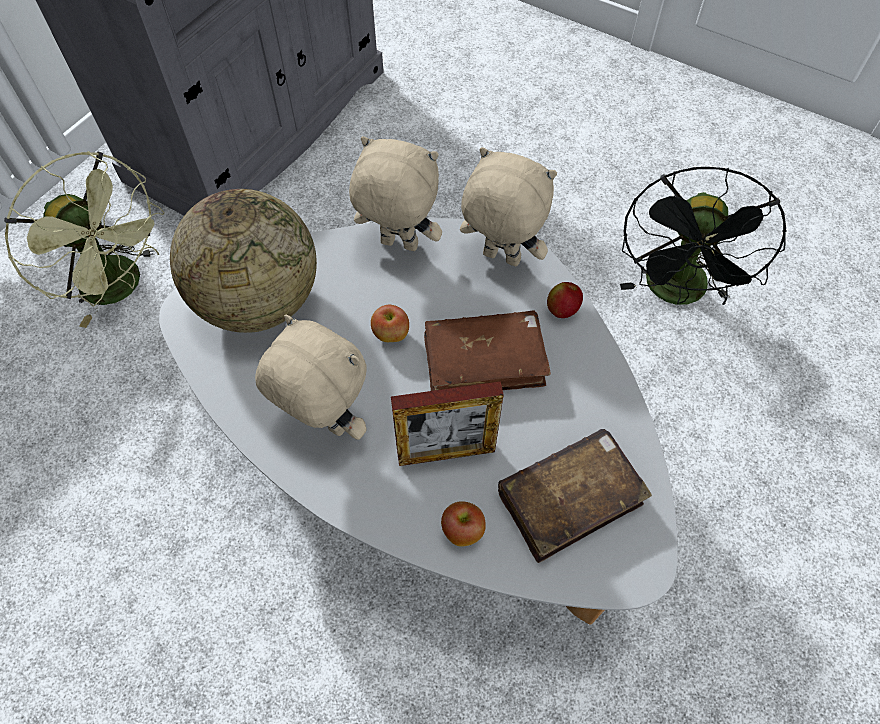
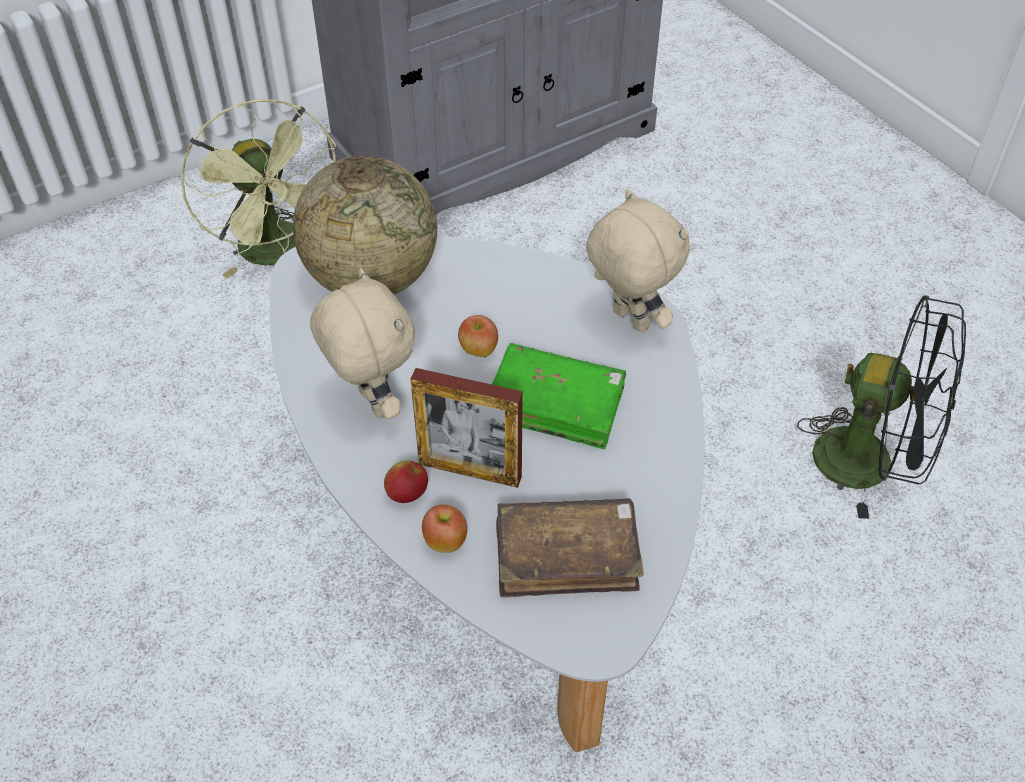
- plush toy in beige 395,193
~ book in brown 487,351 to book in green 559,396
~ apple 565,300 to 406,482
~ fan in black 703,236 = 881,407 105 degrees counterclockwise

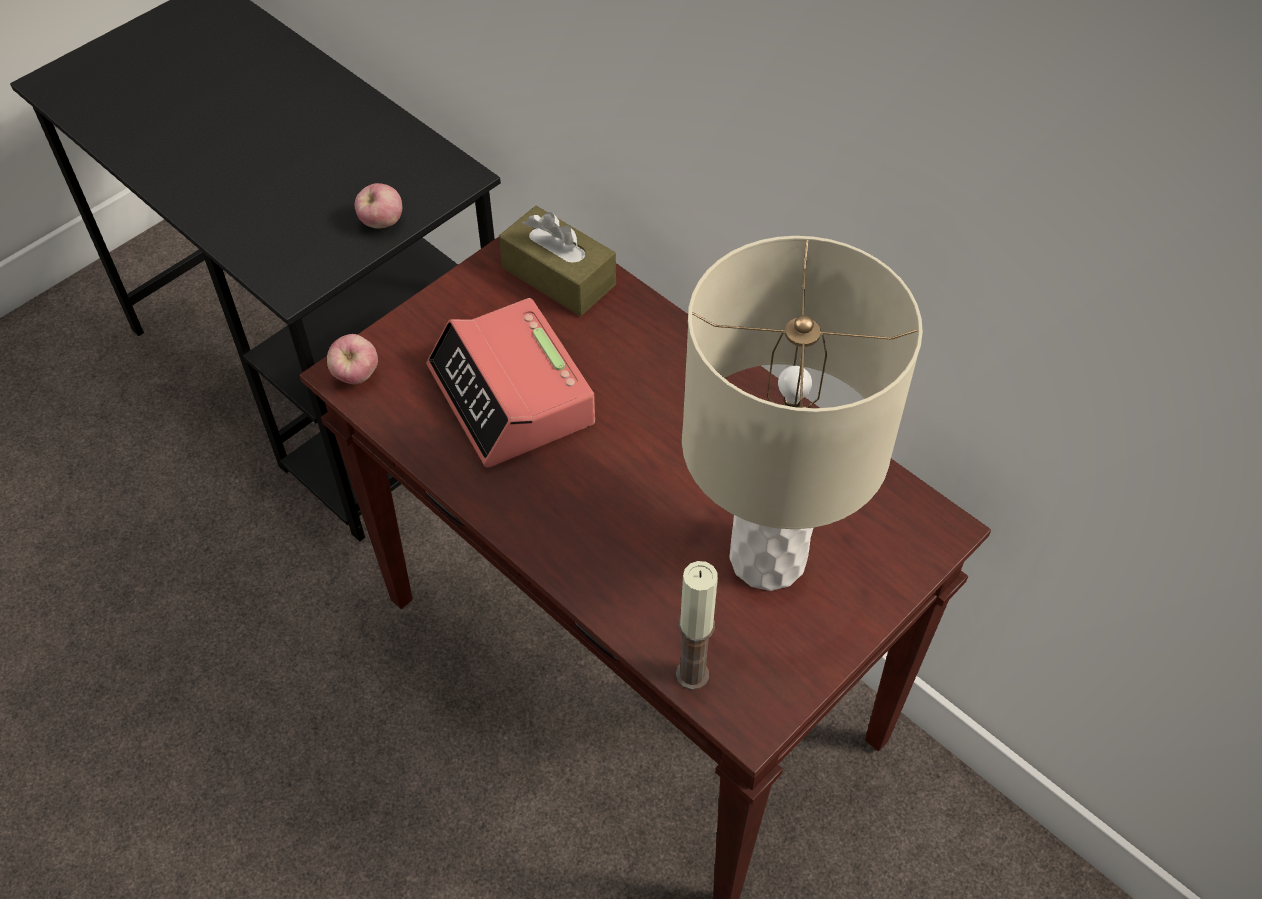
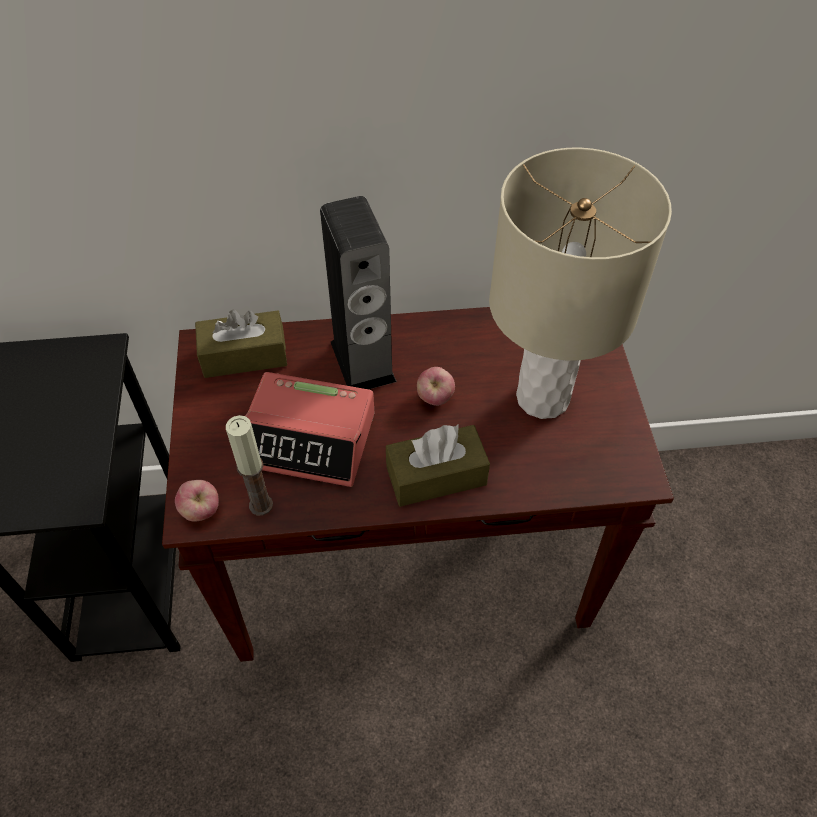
~ apple 378,206 to 436,386
~ candle 697,625 to 249,465
+ speaker 358,292
+ tissue box in brown 438,465

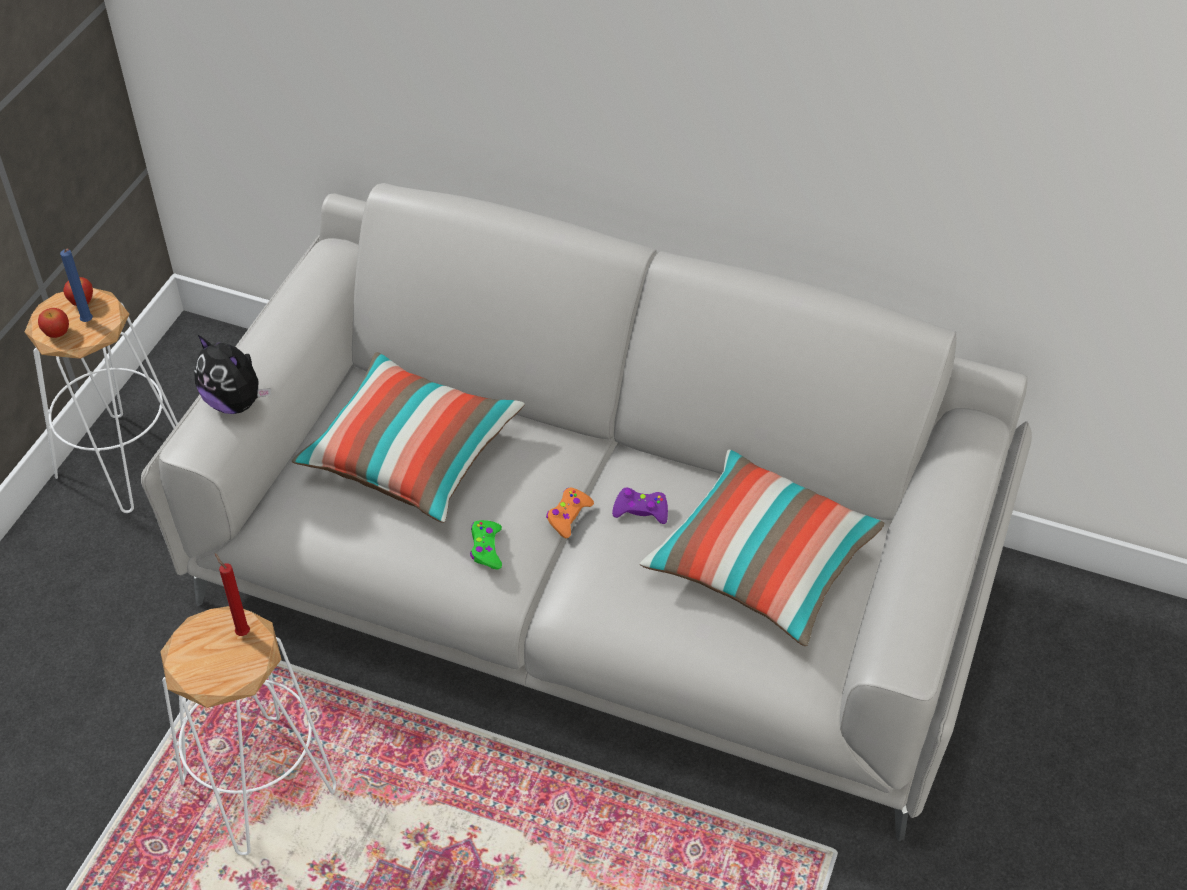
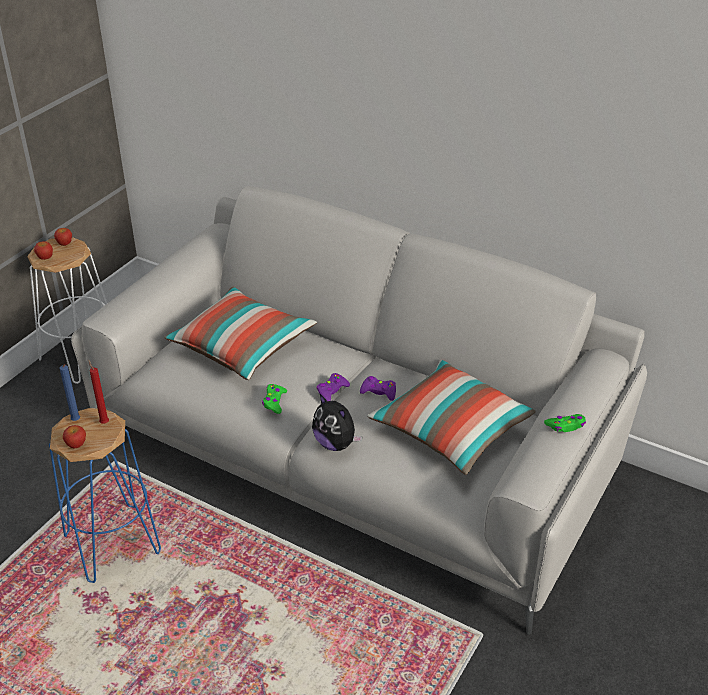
~ candle in blue 76,285 to 69,392
~ stool in white 248,730 to stool in blue 105,495
~ plush toy 232,374 to 337,422
~ game controller in orange 570,513 to game controller in purple 333,387
+ apple 74,436
+ game controller in green 565,423

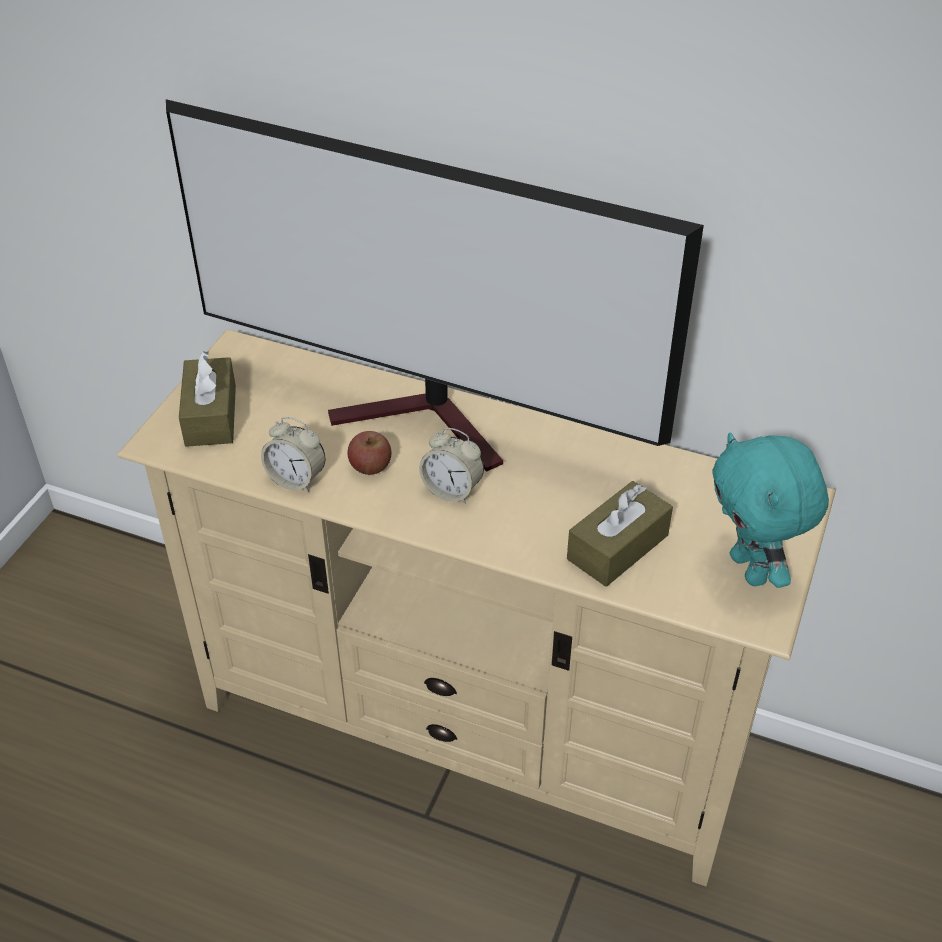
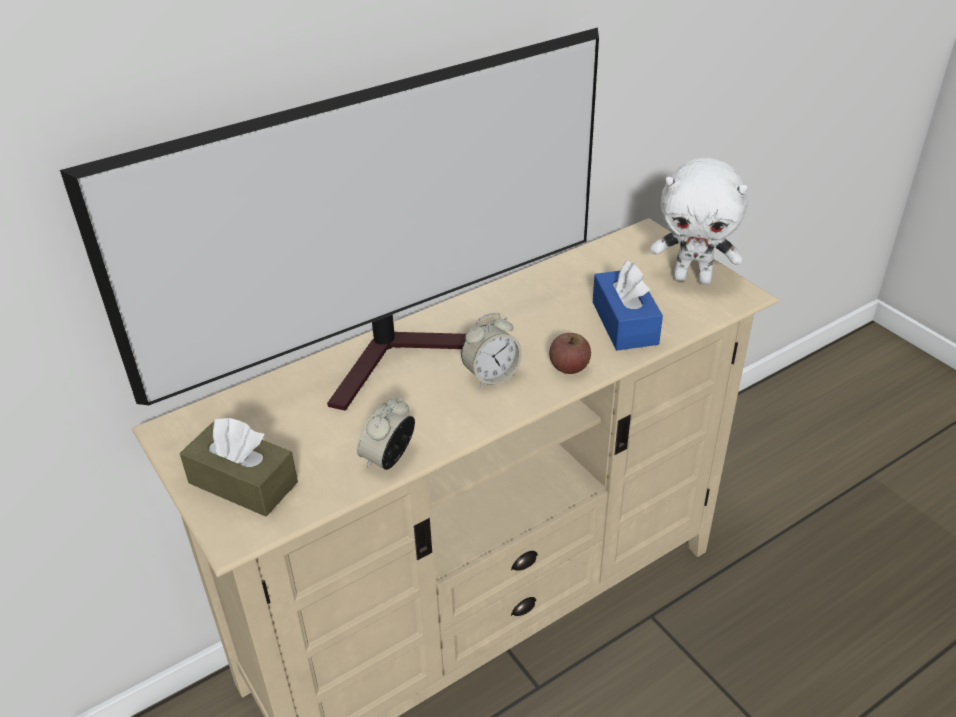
~ alarm clock 293,454 = 386,433 150 degrees clockwise
~ apple 369,453 to 570,353
~ tissue box in brown 620,534 to tissue box in blue 628,305
~ plush toy in turquoise 770,510 to plush toy in white 699,221

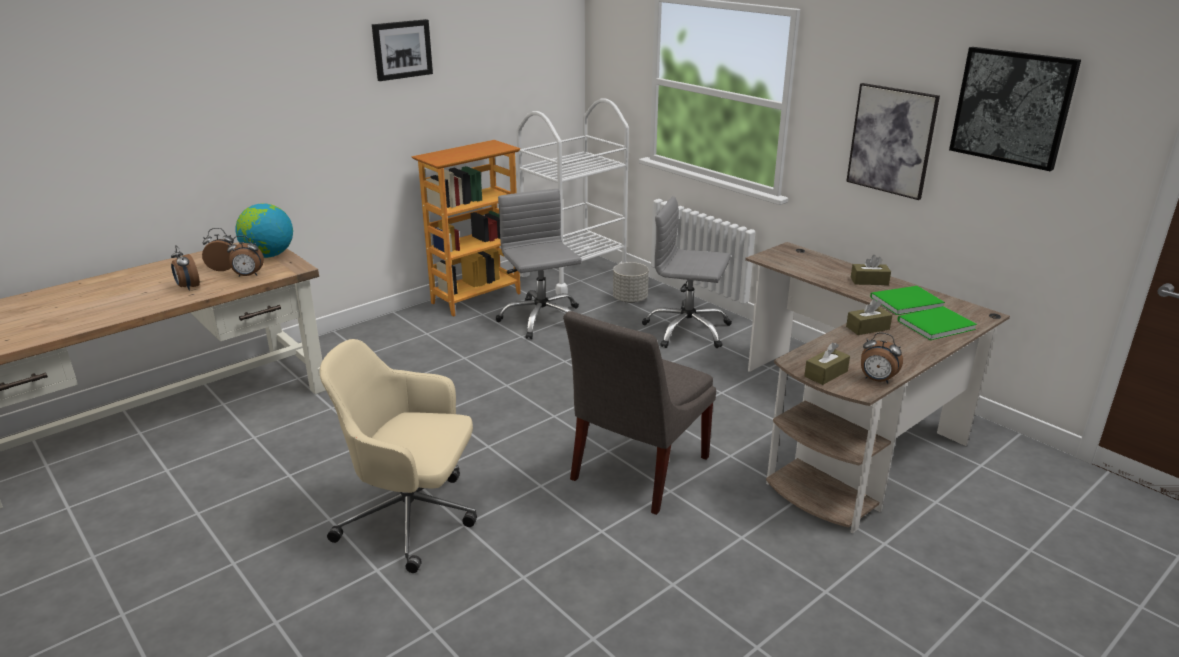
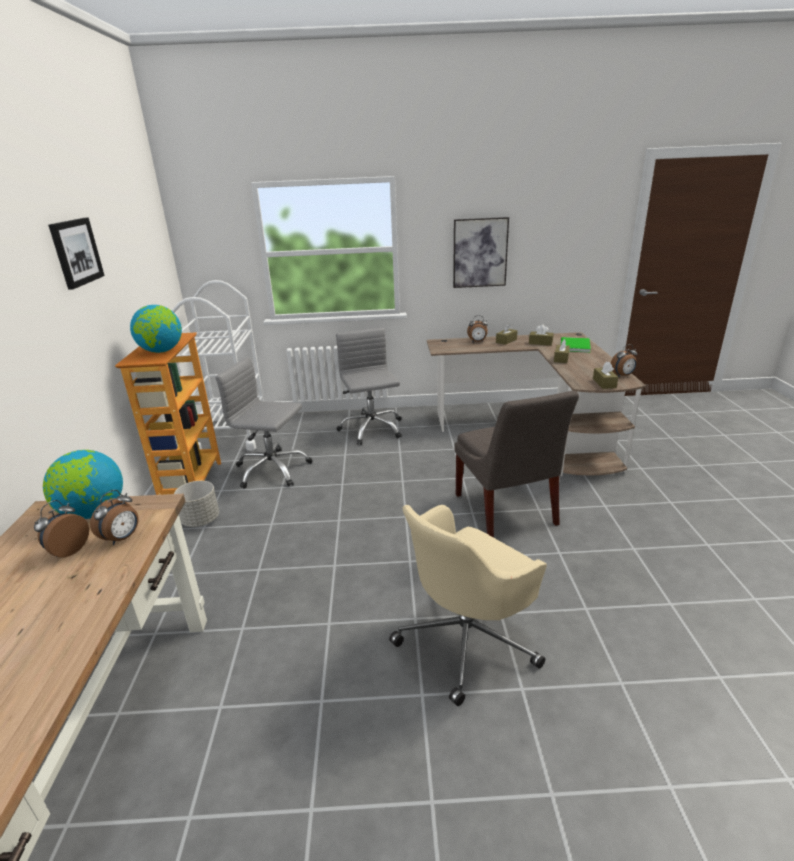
~ alarm clock 185,268 to 477,328
~ planter in grey 631,282 to 196,504
~ office chair in grey 687,272 = 369,386 105 degrees clockwise
~ book in green 907,300 to tissue box in brown 541,335
- picture 1015,109
+ globe 156,329

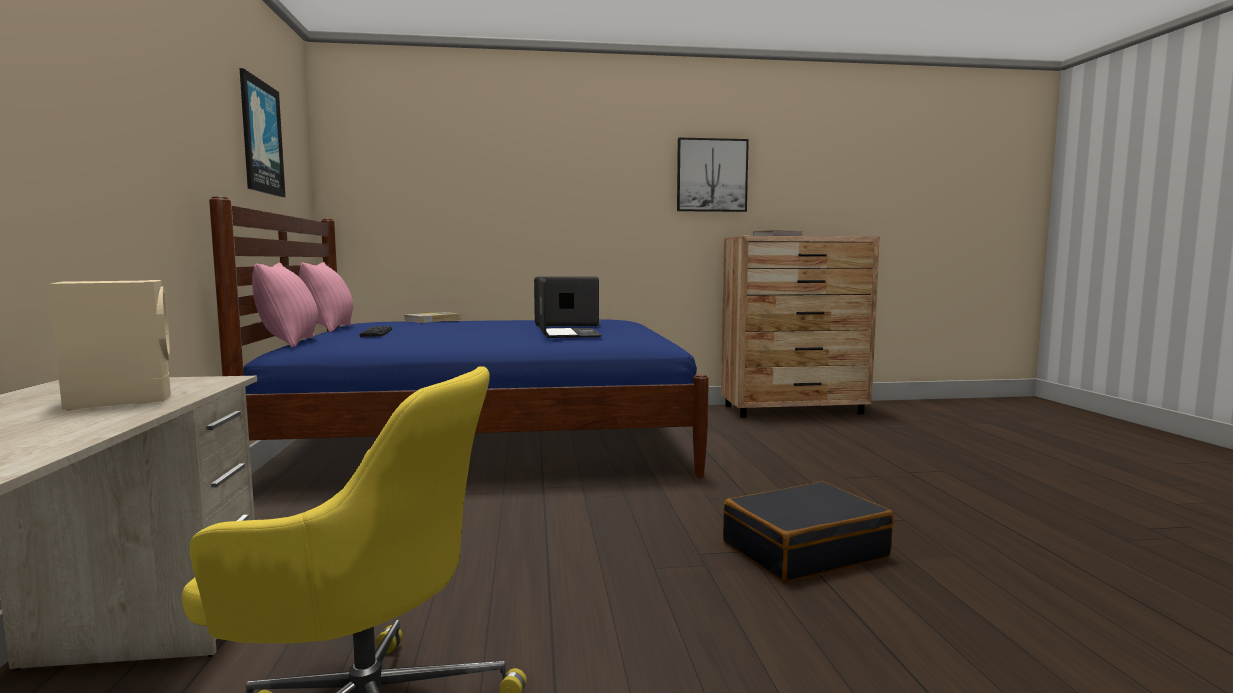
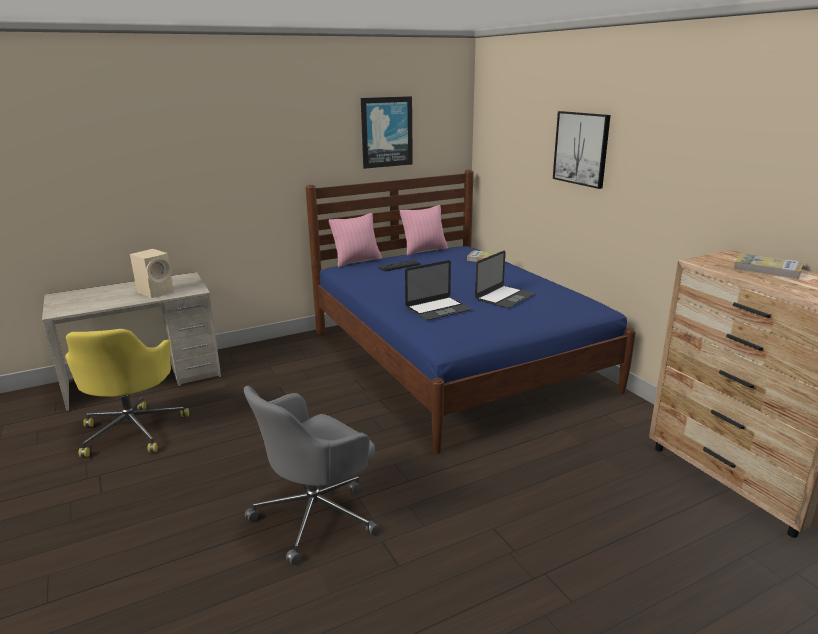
~ laptop 567,301 = 505,279 60 degrees clockwise
~ picture 713,175 to 582,150
~ suitcase in black 808,532 to office chair in grey 311,475

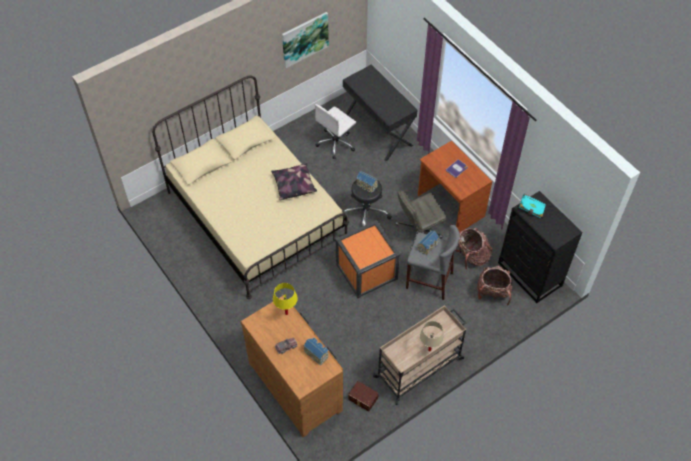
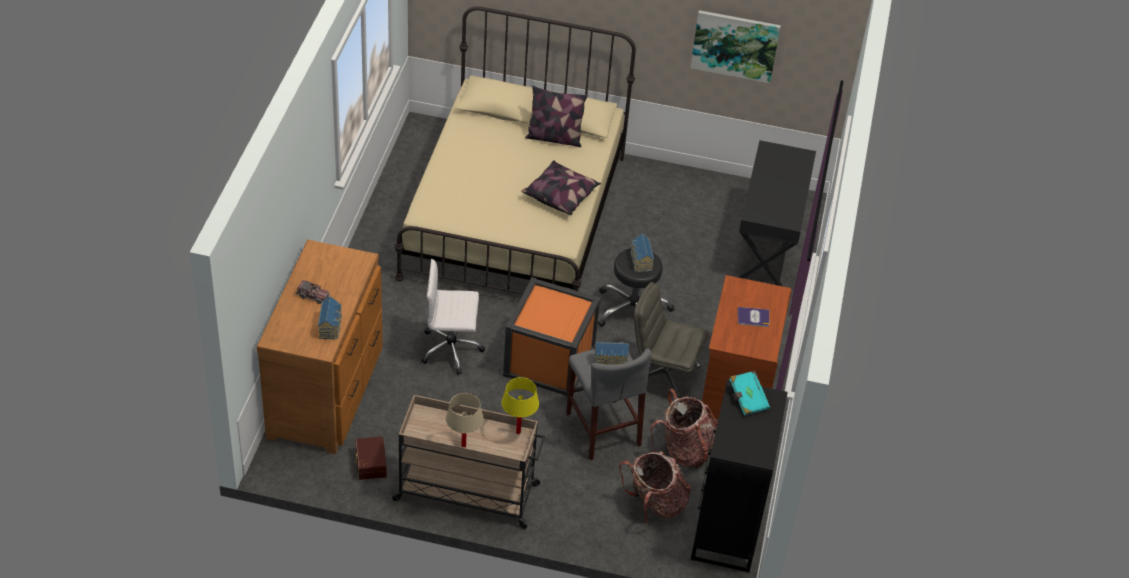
~ table lamp in yellow 285,299 to 520,405
~ office chair in white 335,131 to 453,317
+ pillow 556,116

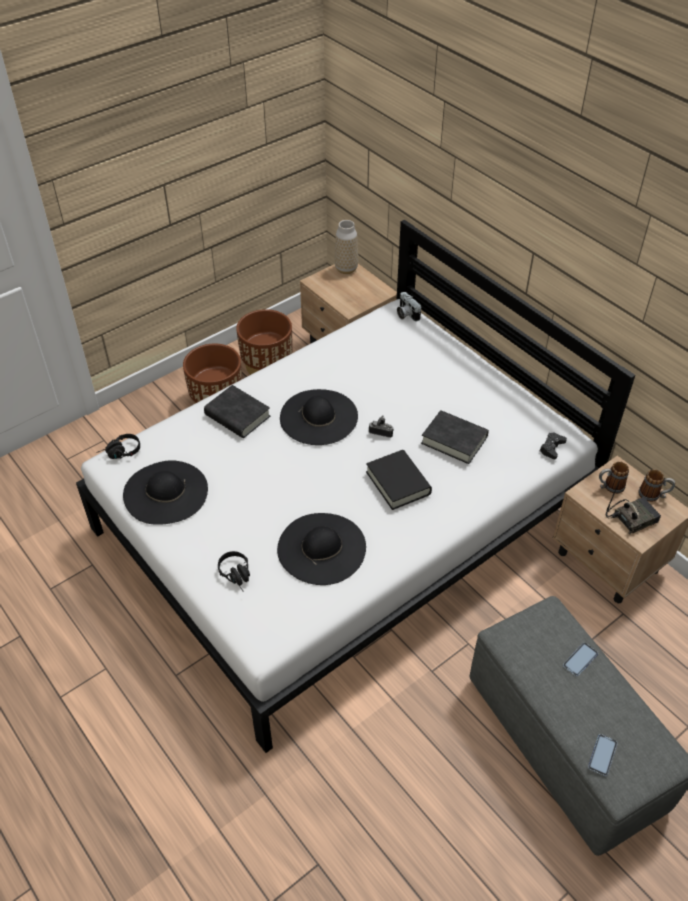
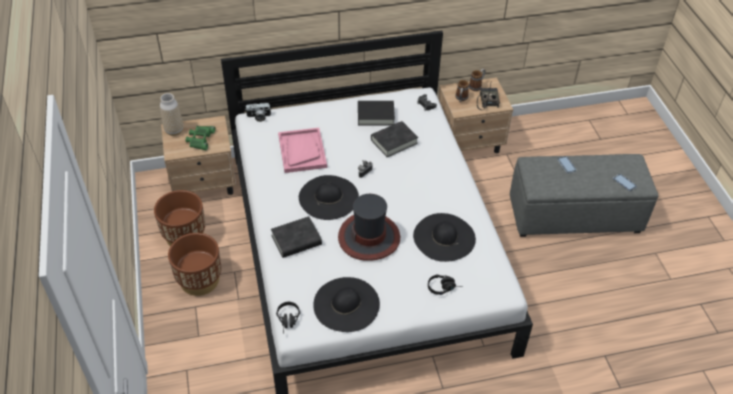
~ book in black 399,480 to 376,113
+ binoculars in green 200,138
+ tray in pink 302,150
+ hat 369,227

